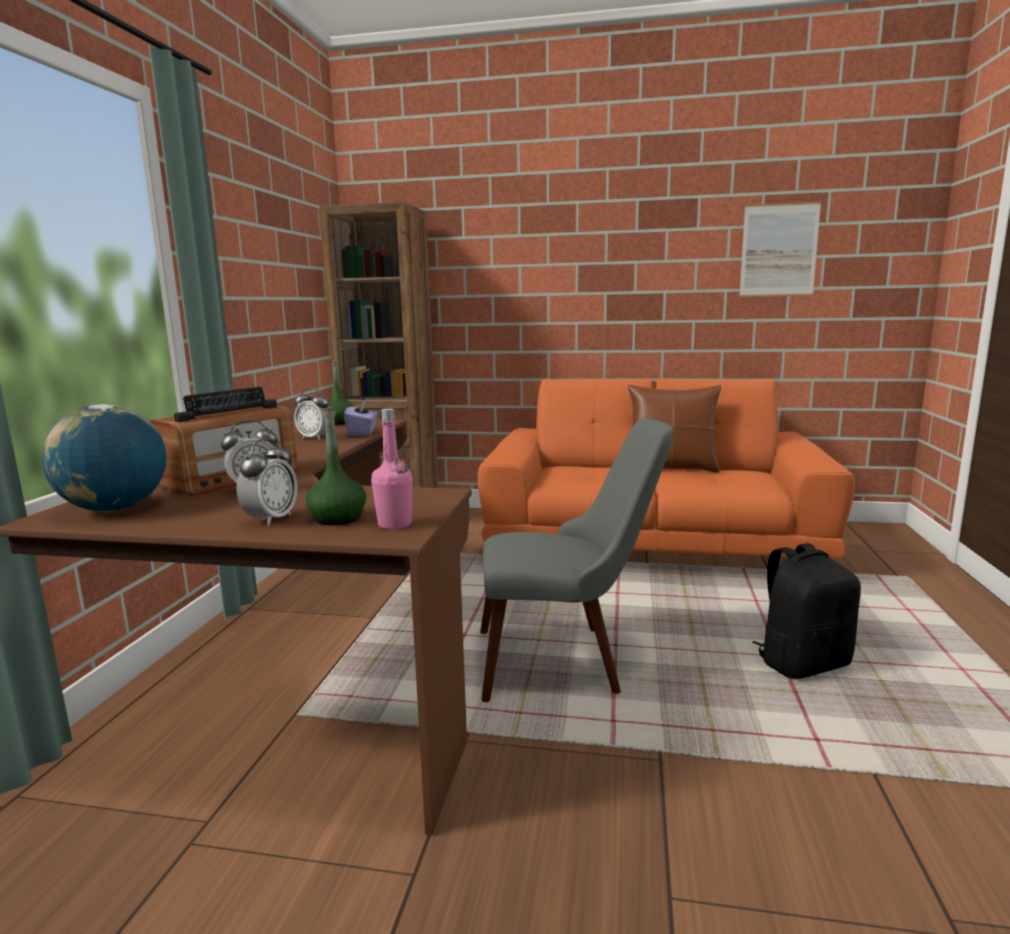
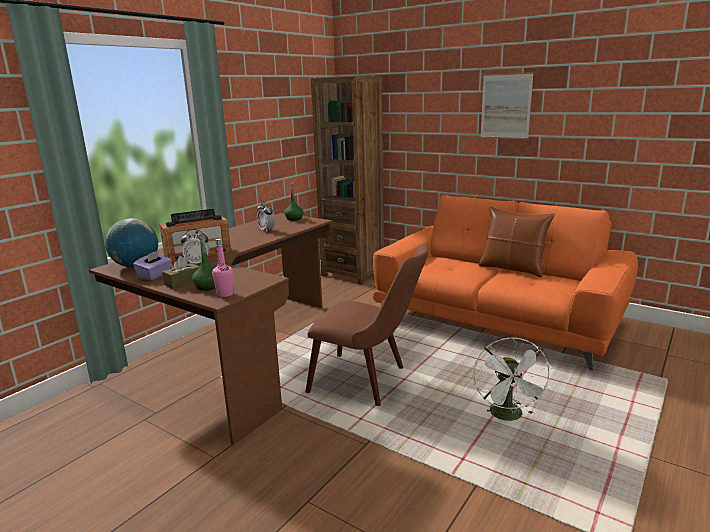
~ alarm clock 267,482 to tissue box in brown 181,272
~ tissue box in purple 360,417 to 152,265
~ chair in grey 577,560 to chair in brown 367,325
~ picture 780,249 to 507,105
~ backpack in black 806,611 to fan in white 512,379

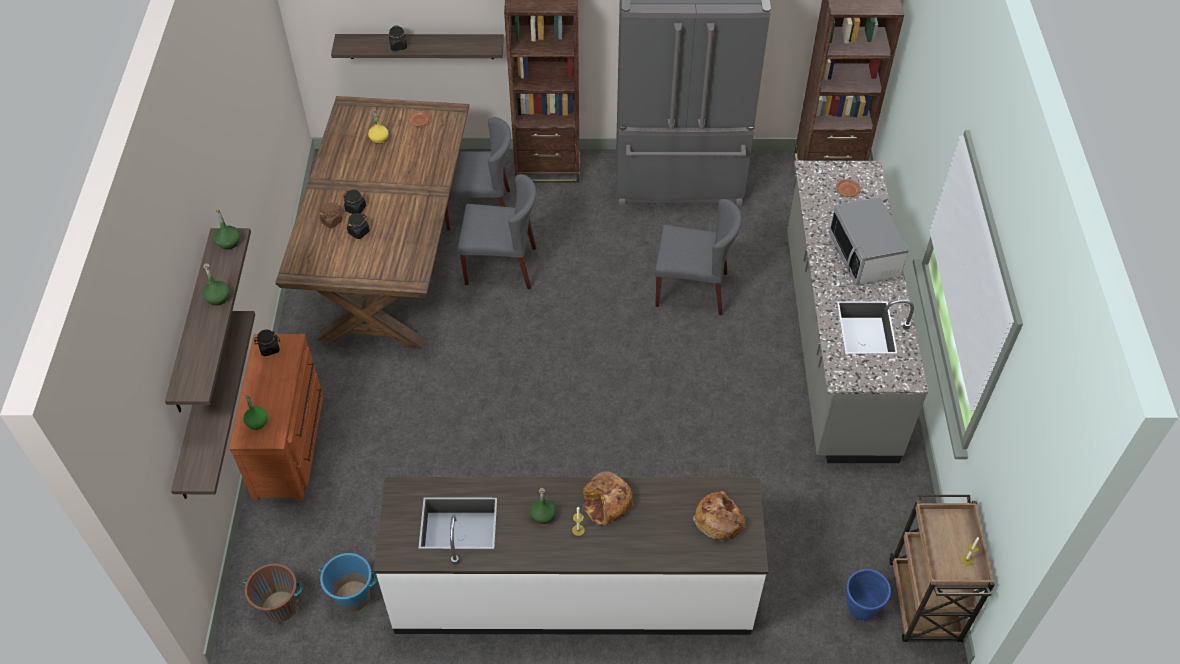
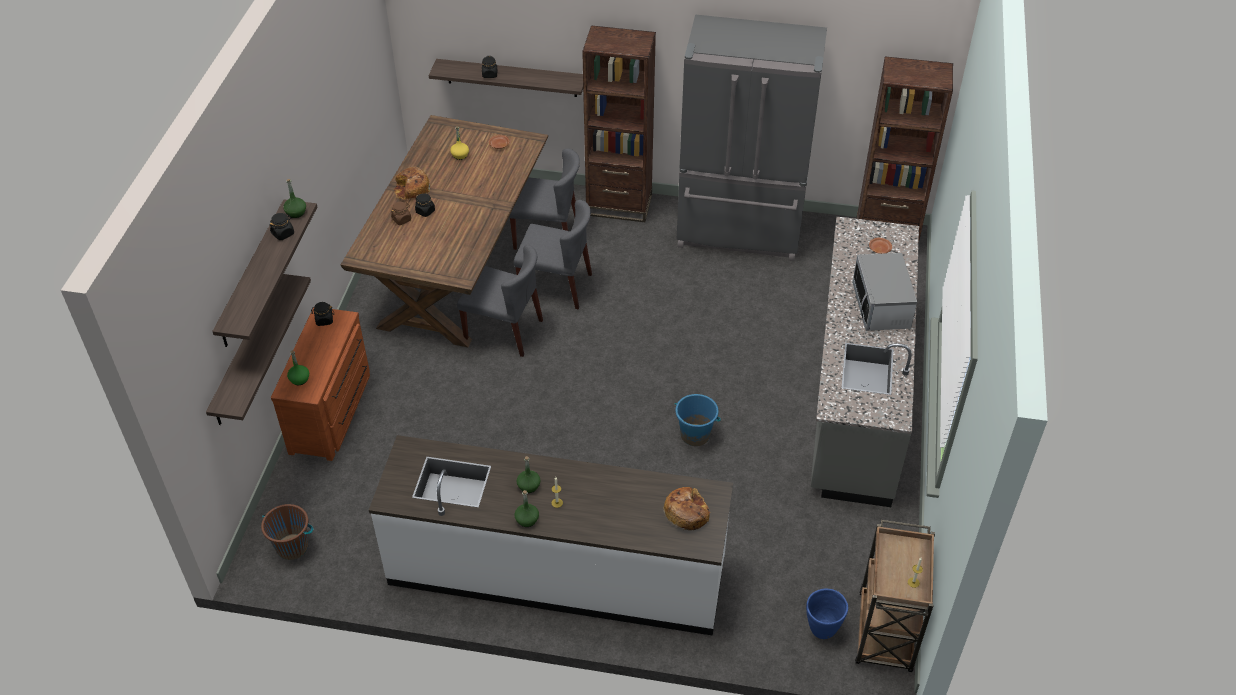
~ bottle in green 216,284 to 527,508
~ bucket in blue 348,582 to 698,420
~ jar in black 358,226 to 281,226
~ bread 608,498 to 412,183
~ chair in grey 698,257 to 500,301

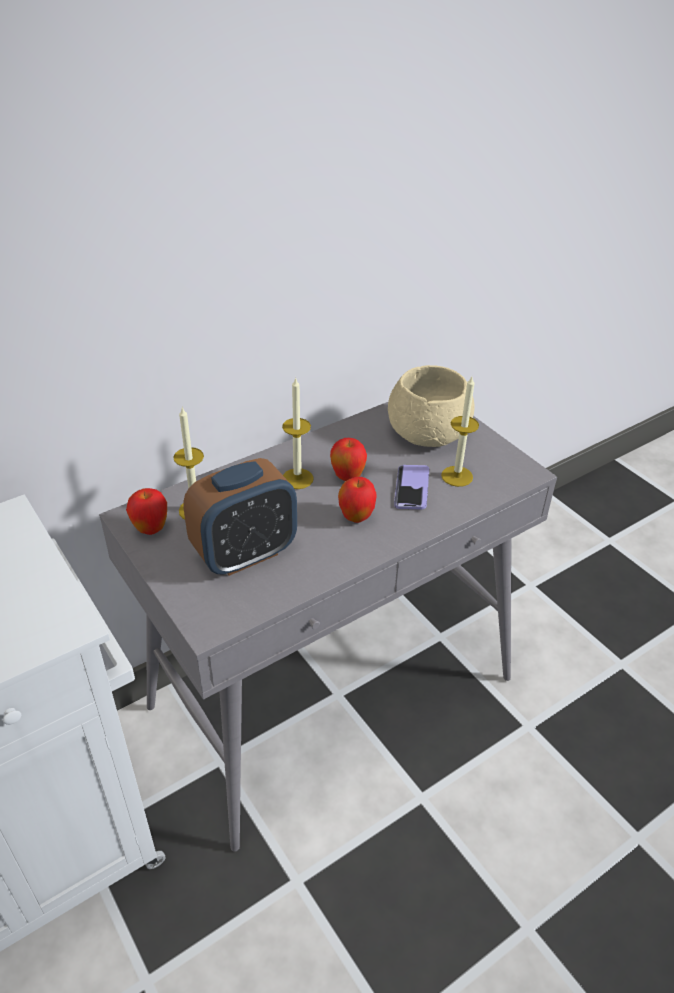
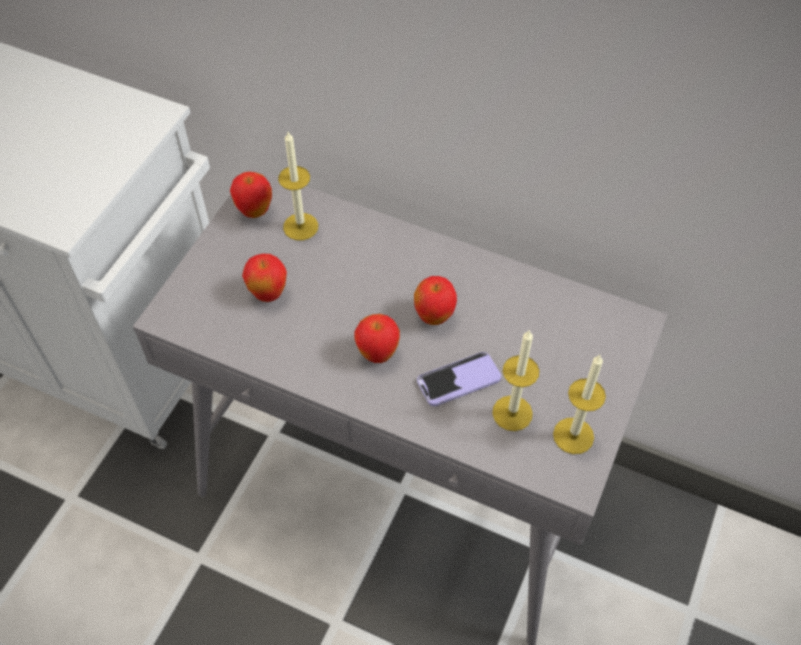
~ alarm clock 240,517 to apple 264,278
~ candle 298,433 to 579,404
- bowl in beige 431,406

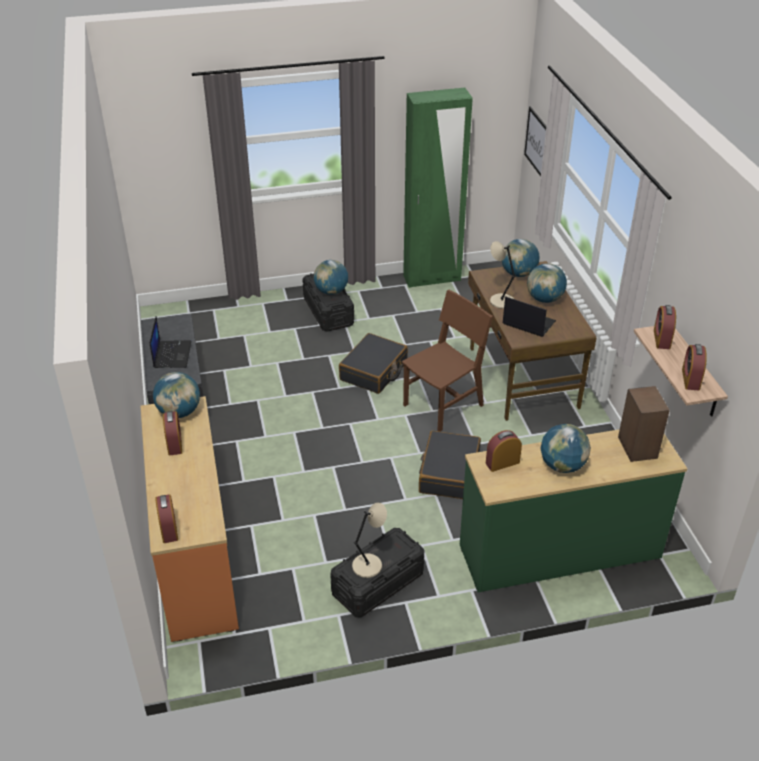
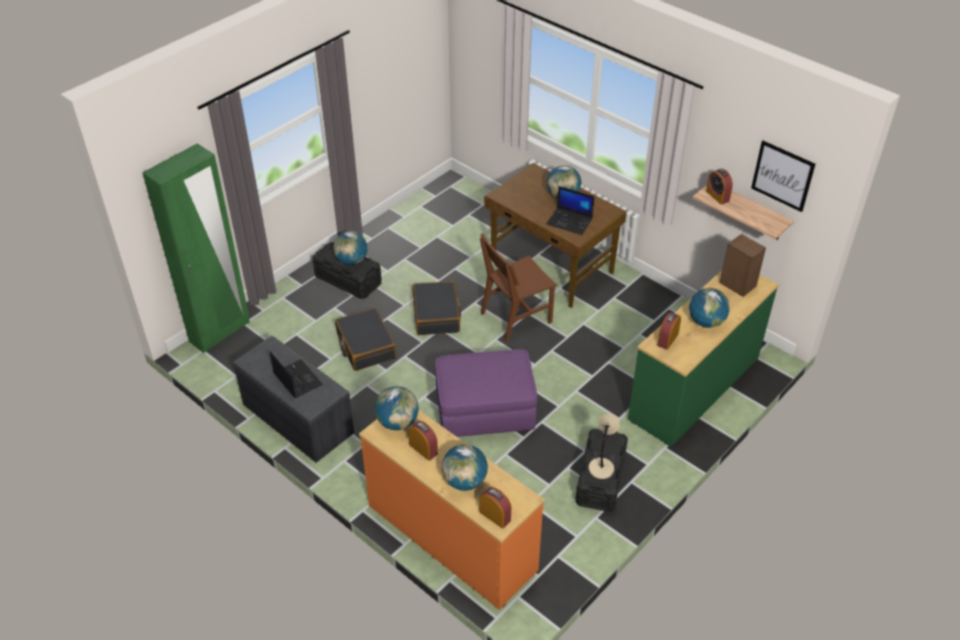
~ chair in brown 447,361 = 518,287 135 degrees counterclockwise
~ wardrobe in green 438,188 to 196,248
~ suitcase in black 450,465 to 365,339
- table lamp in beige 503,275
~ globe 520,258 to 465,467
~ laptop 529,316 = 570,210 150 degrees counterclockwise
~ picture 535,141 to 783,176
- alarm clock 694,367
+ ottoman in purple 486,393

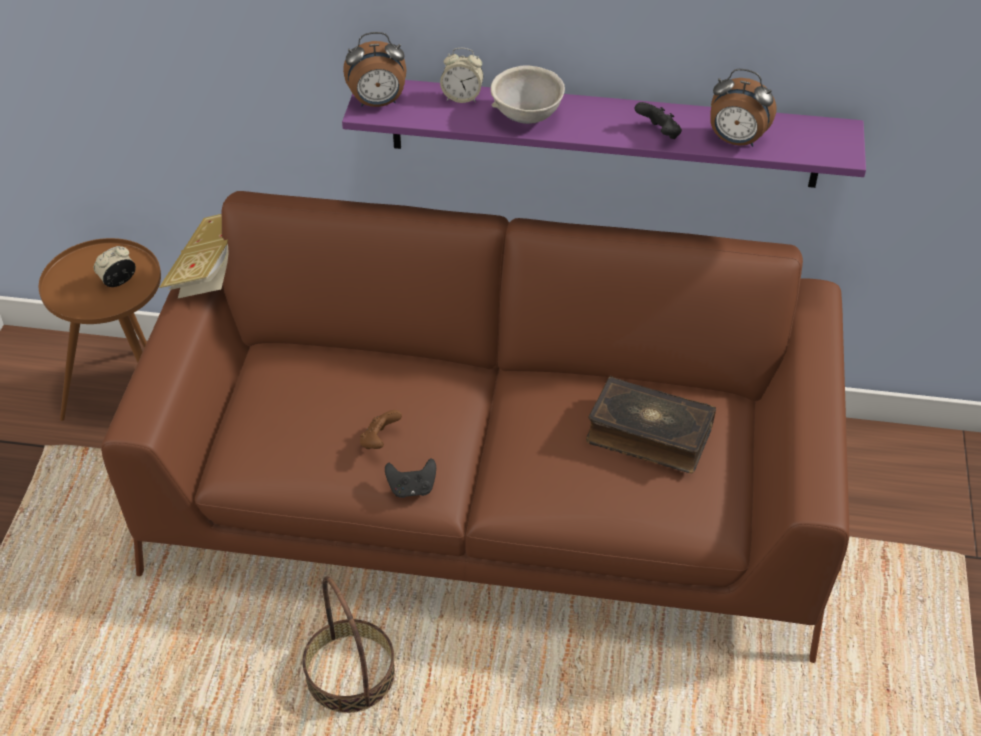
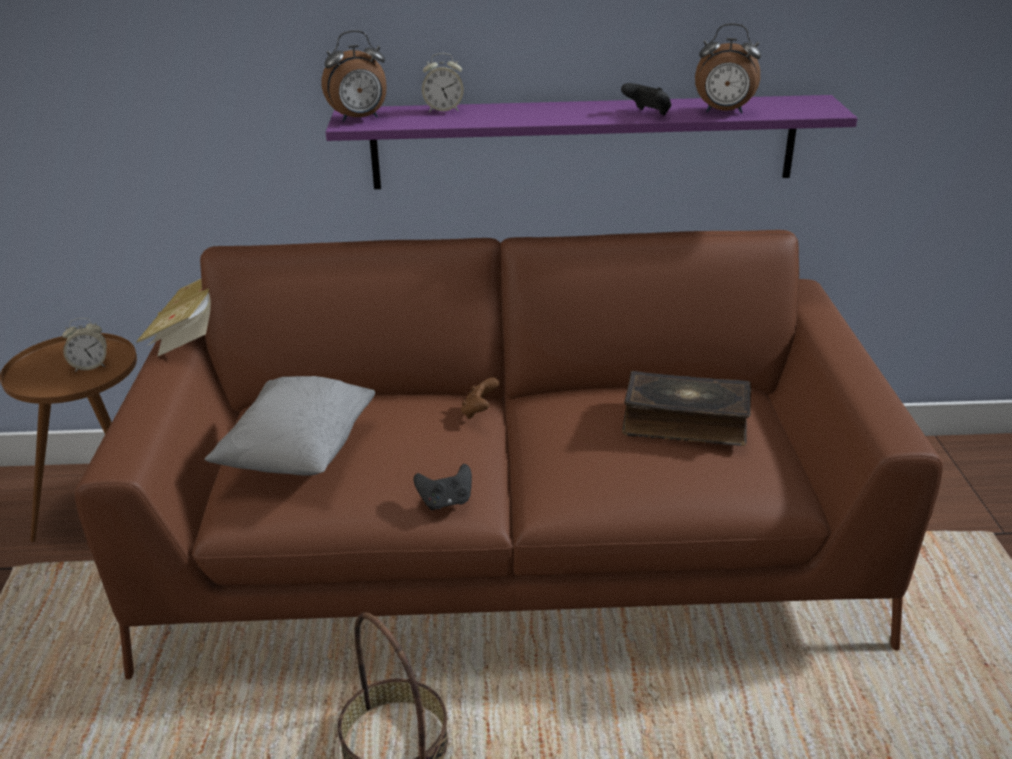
~ alarm clock 115,266 = 85,345 150 degrees counterclockwise
~ game controller in brown 381,429 to 480,398
- bowl in grey 528,94
+ pillow in grey 290,426

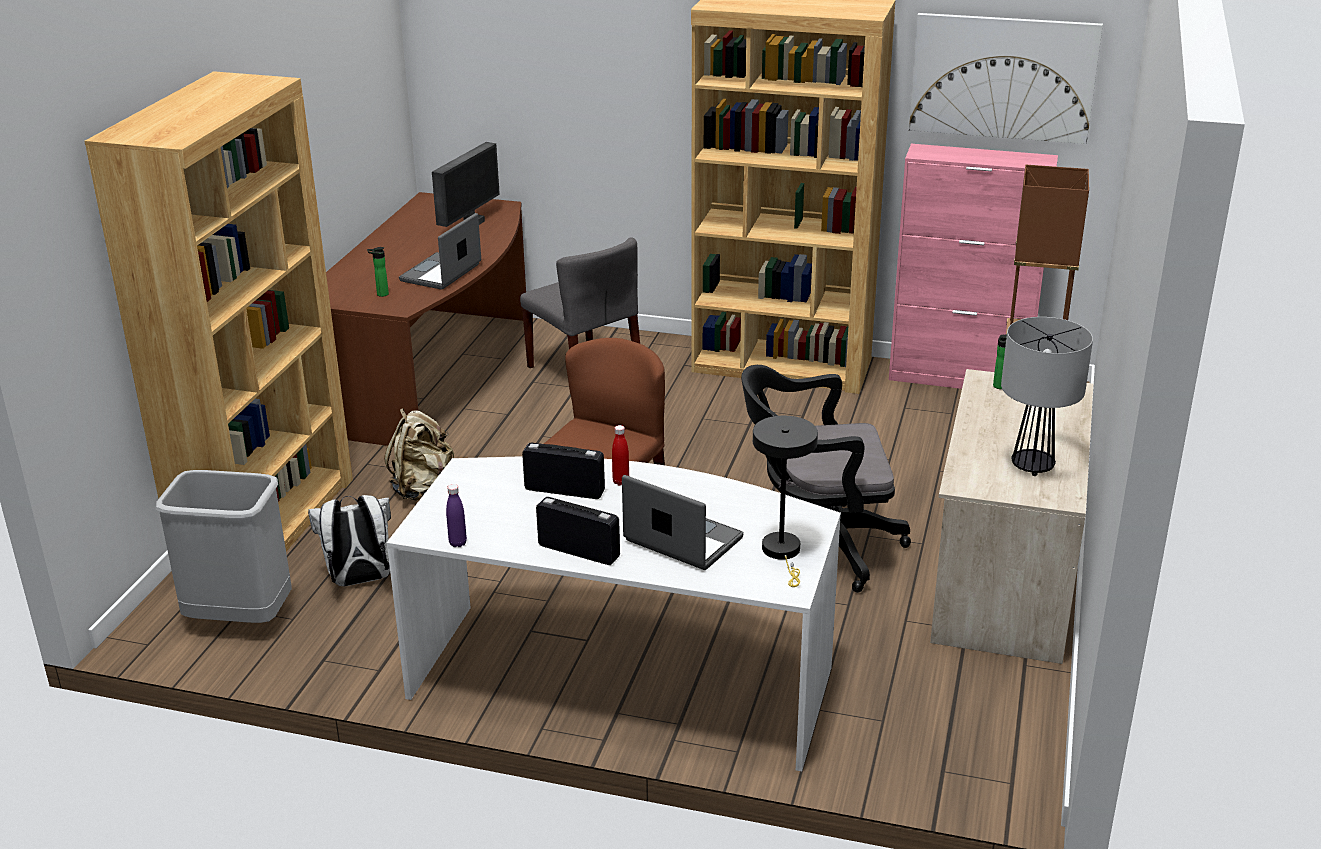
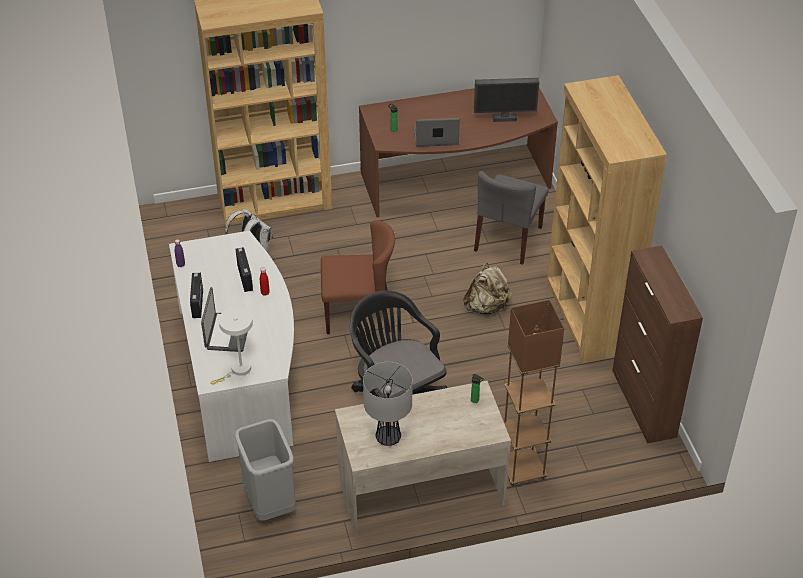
~ trash can in grey 224,546 to 265,469
~ backpack in beige 419,454 to 487,288
~ table lamp in black 785,501 to table lamp in white 231,345
~ cabinet in pink 973,266 to cabinet in brown 657,345
- picture 1006,78

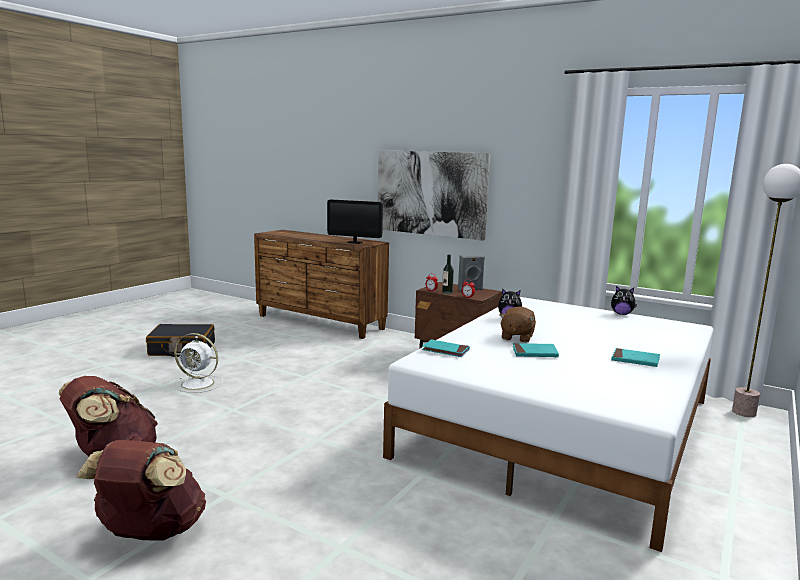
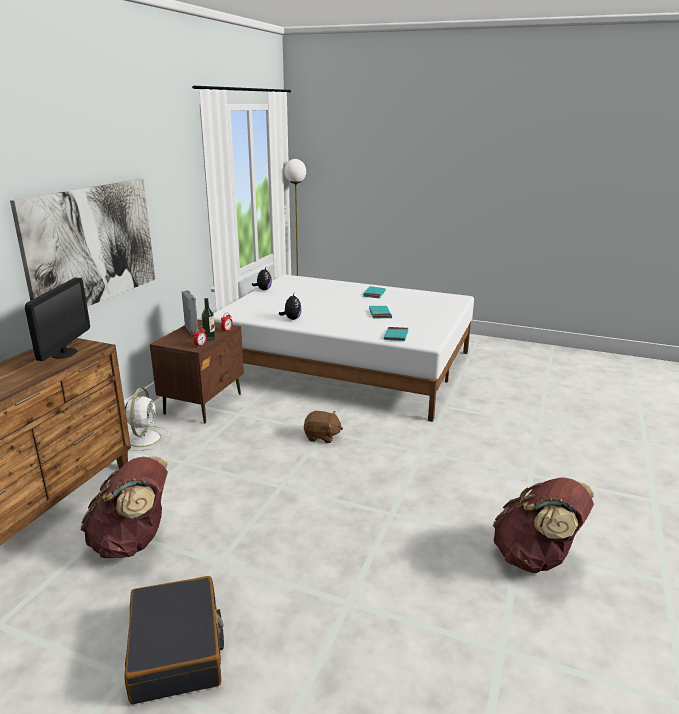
~ backpack in brown 141,490 to 124,507
~ fan in white 198,363 to 147,420
~ plush toy in brown 517,325 to 323,427

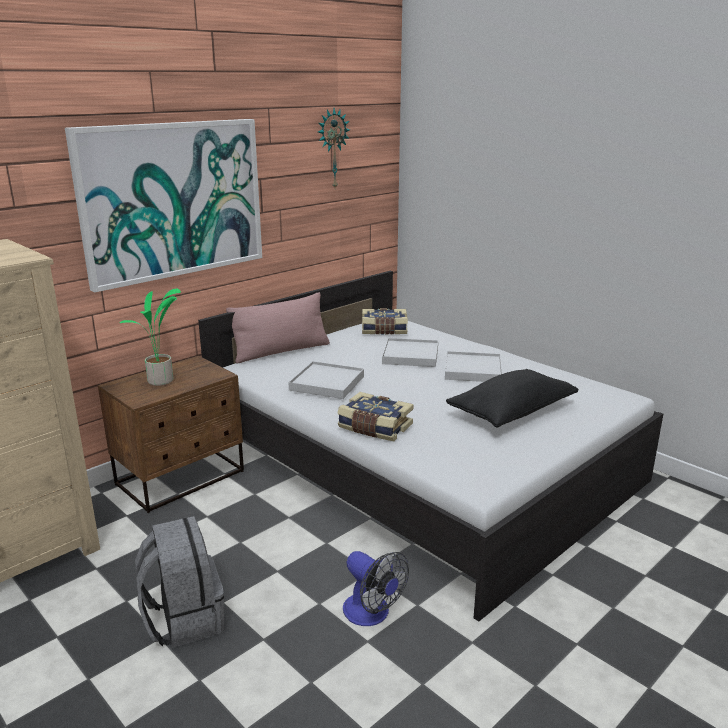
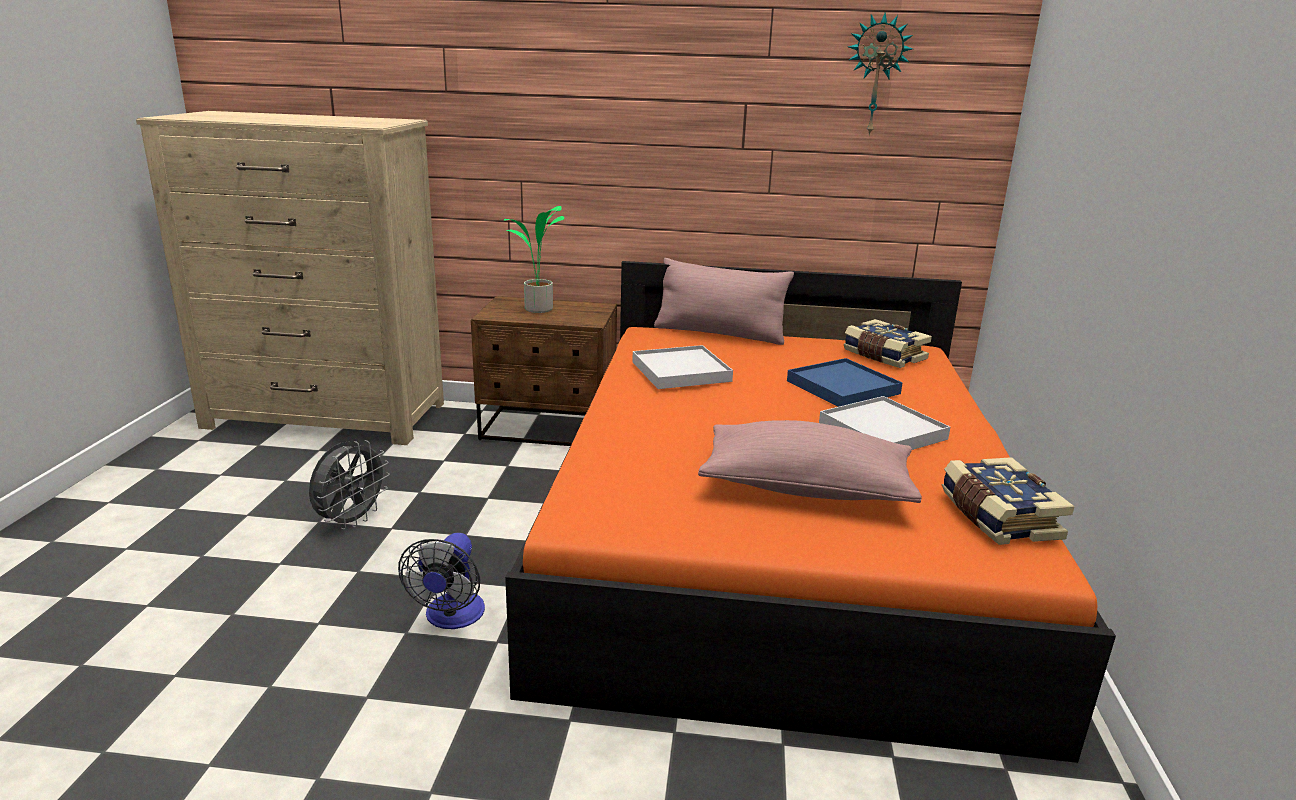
- picture 163,206
~ backpack in grey 179,582 to fan in grey 349,485
~ bed in white 430,446 to bed in orange 810,512
~ book 375,416 to 1008,501
~ tray in white 410,352 to tray in blue 845,382
~ pillow in black 512,398 to pillow in pink 810,461

